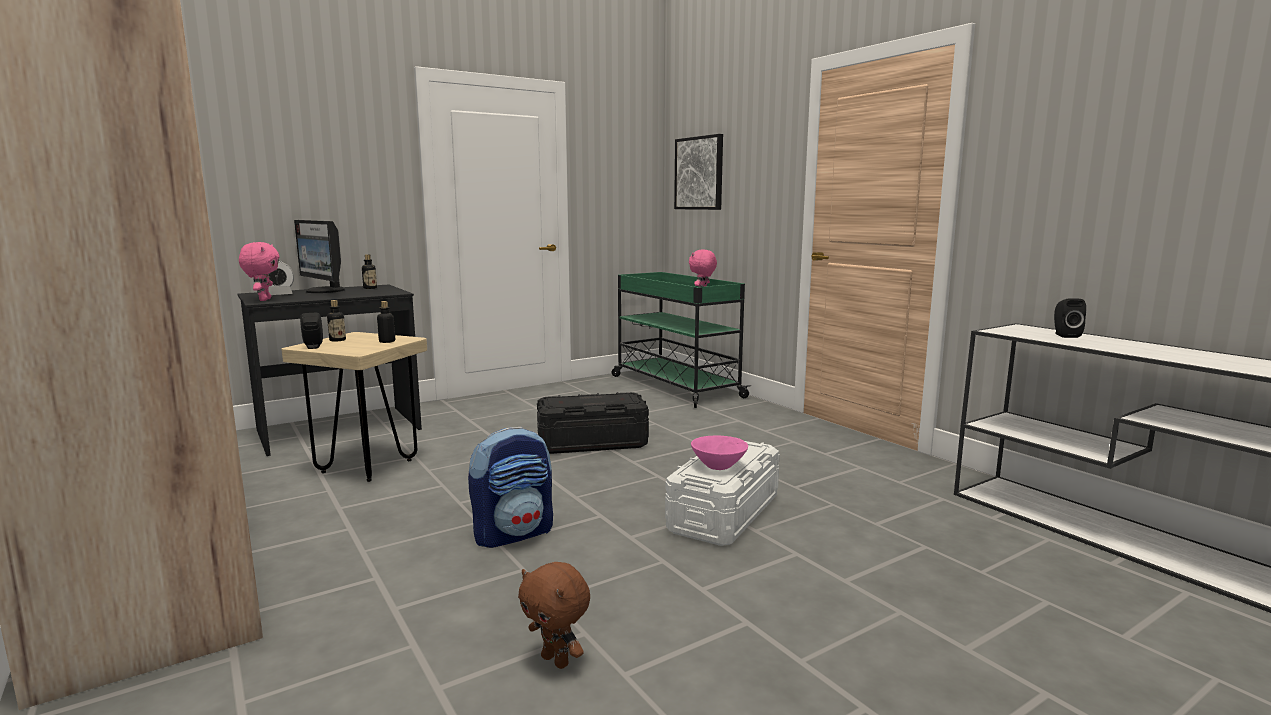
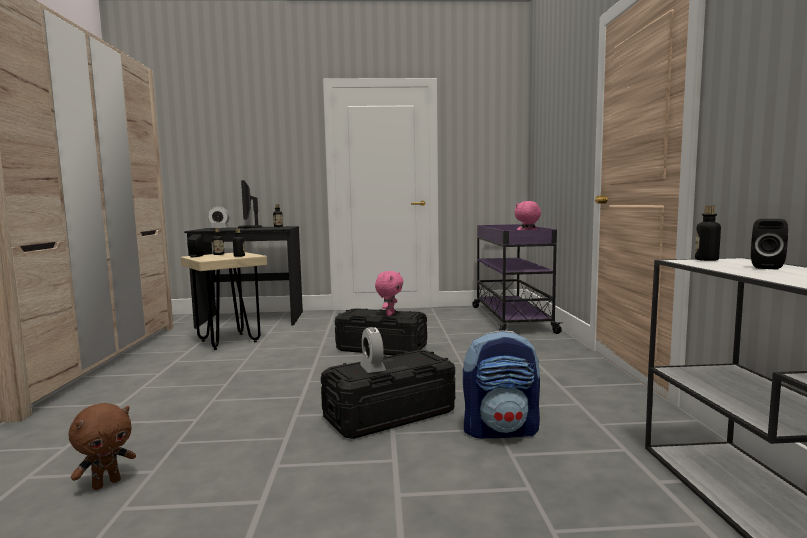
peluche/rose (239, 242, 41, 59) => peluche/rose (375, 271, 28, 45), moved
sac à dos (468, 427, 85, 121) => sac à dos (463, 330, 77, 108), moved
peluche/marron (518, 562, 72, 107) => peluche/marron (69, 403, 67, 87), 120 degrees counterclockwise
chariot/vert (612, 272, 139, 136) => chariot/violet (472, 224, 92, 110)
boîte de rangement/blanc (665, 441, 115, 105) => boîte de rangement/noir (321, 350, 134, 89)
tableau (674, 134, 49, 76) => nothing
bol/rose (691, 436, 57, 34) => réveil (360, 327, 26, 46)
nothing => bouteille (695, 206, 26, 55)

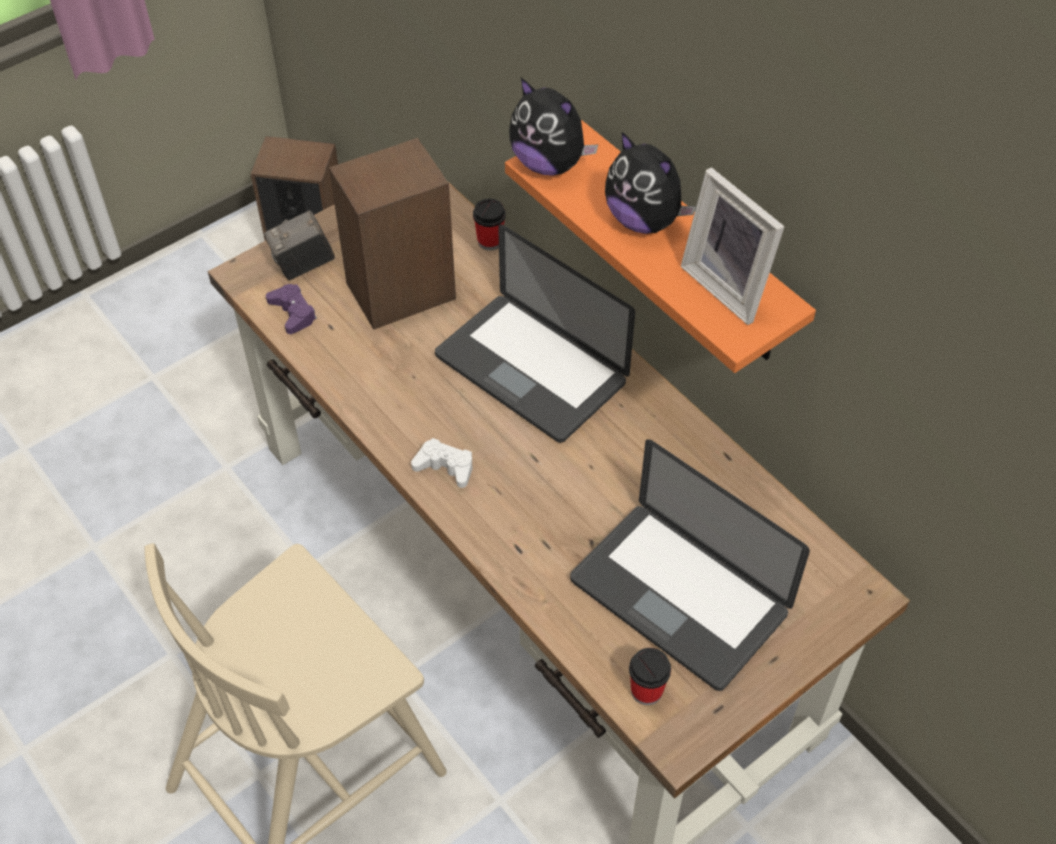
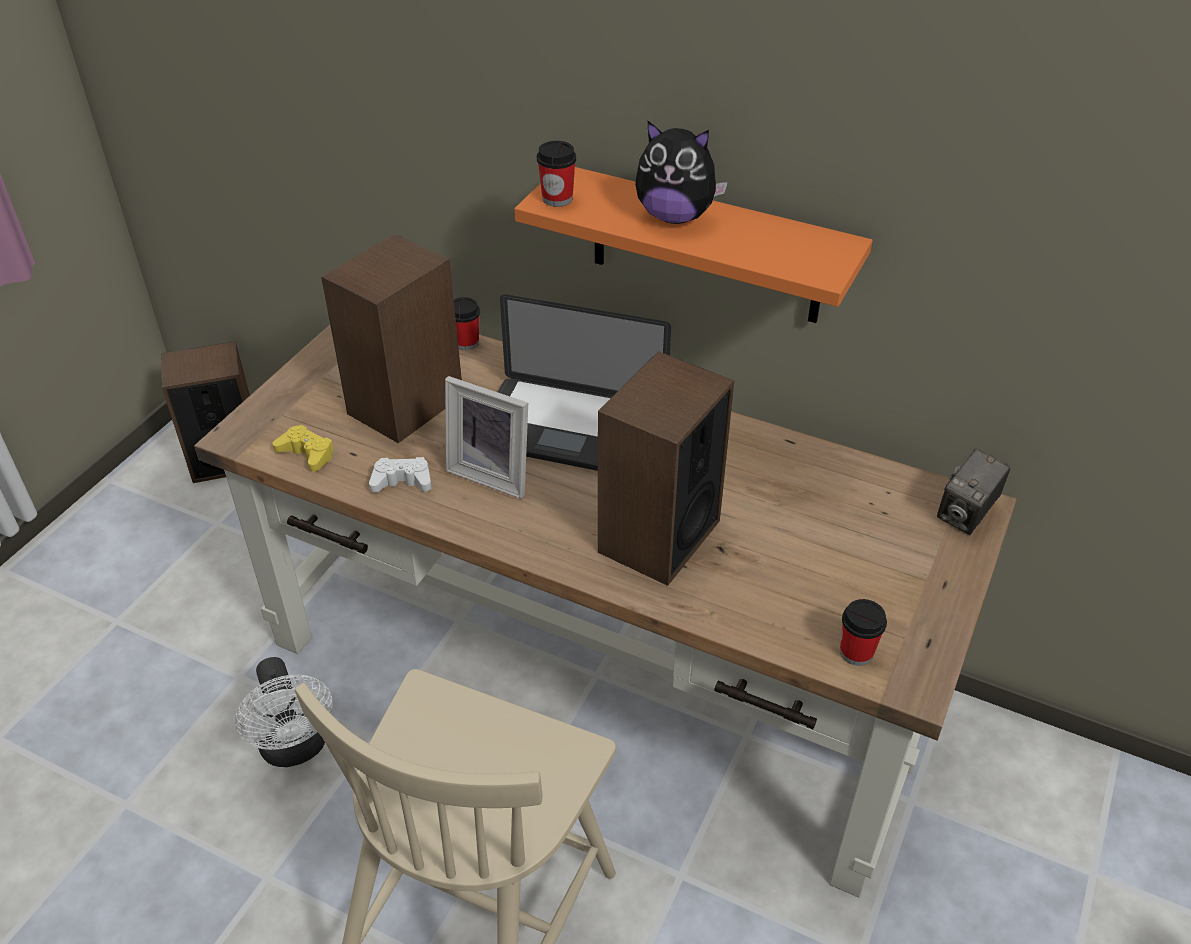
appareil photo (264, 210, 71, 70) => appareil photo (937, 448, 73, 87), moved
manette/violet (266, 284, 51, 50) => manette/jaune (273, 425, 62, 46)
manette/blanc (411, 438, 62, 50) => manette/blanc (369, 457, 63, 36), moved
peluche (509, 78, 89, 98) => tasse (537, 141, 39, 66)
ordinateur portable (570, 439, 240, 252) => nothing
cadre photo (681, 167, 103, 158) => cadre photo (445, 376, 83, 123), moved
nothing => ventilateur/blanc (235, 657, 98, 110)
nothing => enceinte (598, 351, 136, 235)

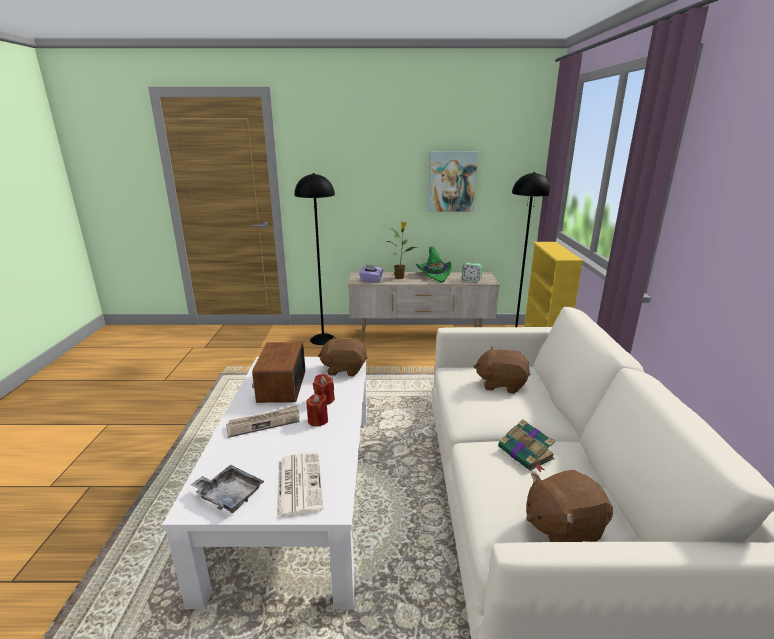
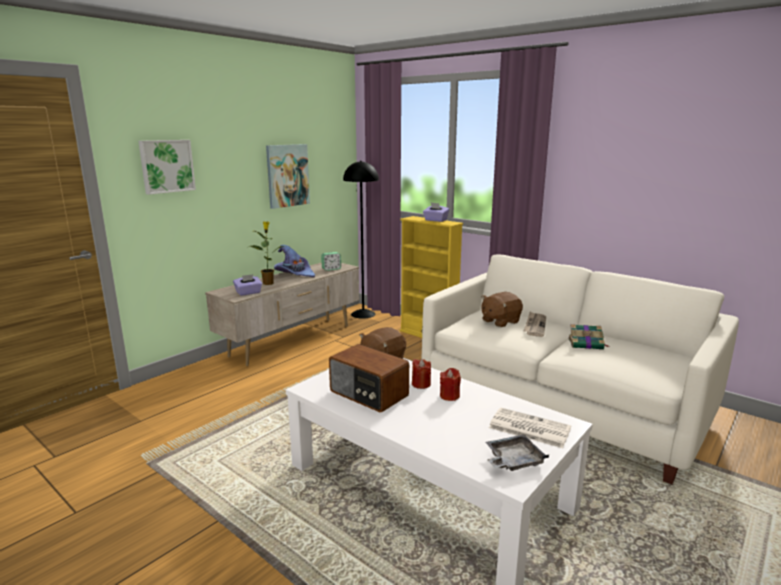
journal (226, 405, 74, 33) => journal (524, 312, 22, 25), moved
lampadaire/noir (294, 173, 42, 172) => nothing
chapeau/vert (416, 246, 36, 37) => chapeau/violet (274, 245, 41, 32)
peluche/marron (526, 470, 87, 72) => nothing
nothing => tableau (138, 140, 58, 55)
nothing => boîte à mouchoirs/violet (423, 203, 26, 19)

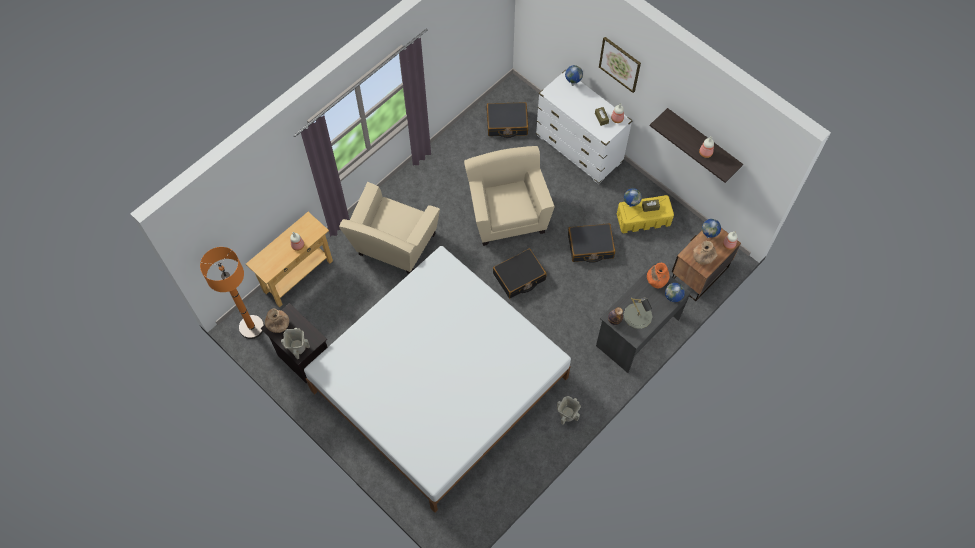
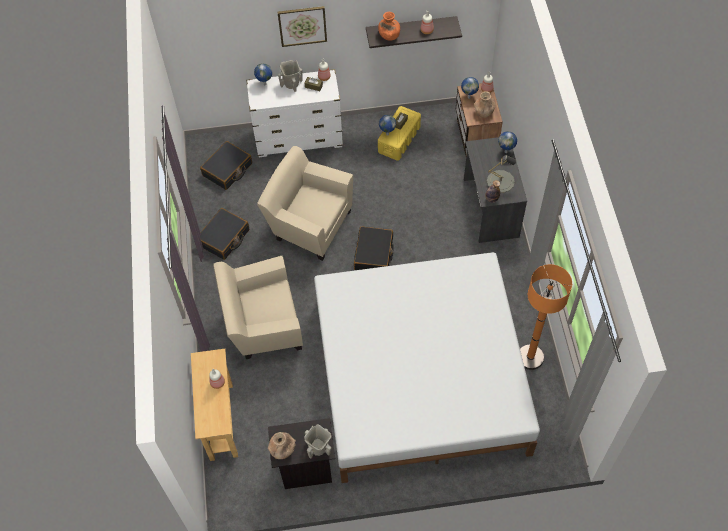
lampadaire/orange (200, 247, 64, 92) => lampadaire/orange (520, 264, 52, 106), moved
fauteuil/beige (339, 182, 101, 92) => fauteuil/beige (213, 256, 90, 103), 105 degrees clockwise
vase/beige (557, 396, 24, 29) => vase/beige (278, 60, 25, 32), moved
valise/noir (568, 223, 47, 40) => valise/noir (200, 208, 49, 52), moved
vase/orange (647, 263, 23, 25) => vase/orange (378, 12, 22, 29), moved

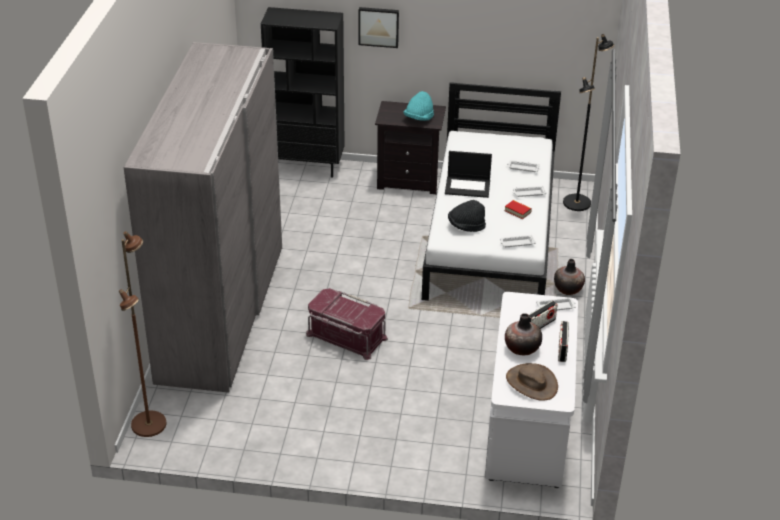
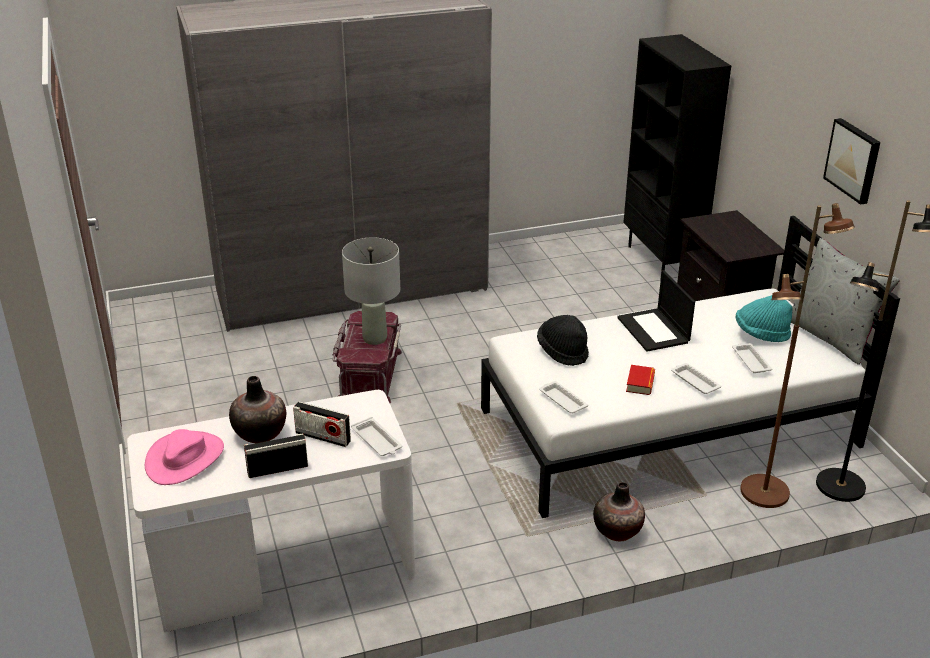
lampadaire/marron (119, 231, 47, 206) => lampadaire/marron (740, 203, 115, 305), moved
tableau (359, 7, 40, 41) => tableau (823, 118, 57, 87), moved
chapeau/turquoise (404, 91, 30, 30) => chapeau/turquoise (736, 295, 56, 47), moved
chapeau/marron (506, 363, 52, 37) => chapeau/rose (145, 429, 79, 56)
nothing => lampe de table/gris (342, 237, 58, 108)
nothing => coussin/gris (791, 238, 109, 127)

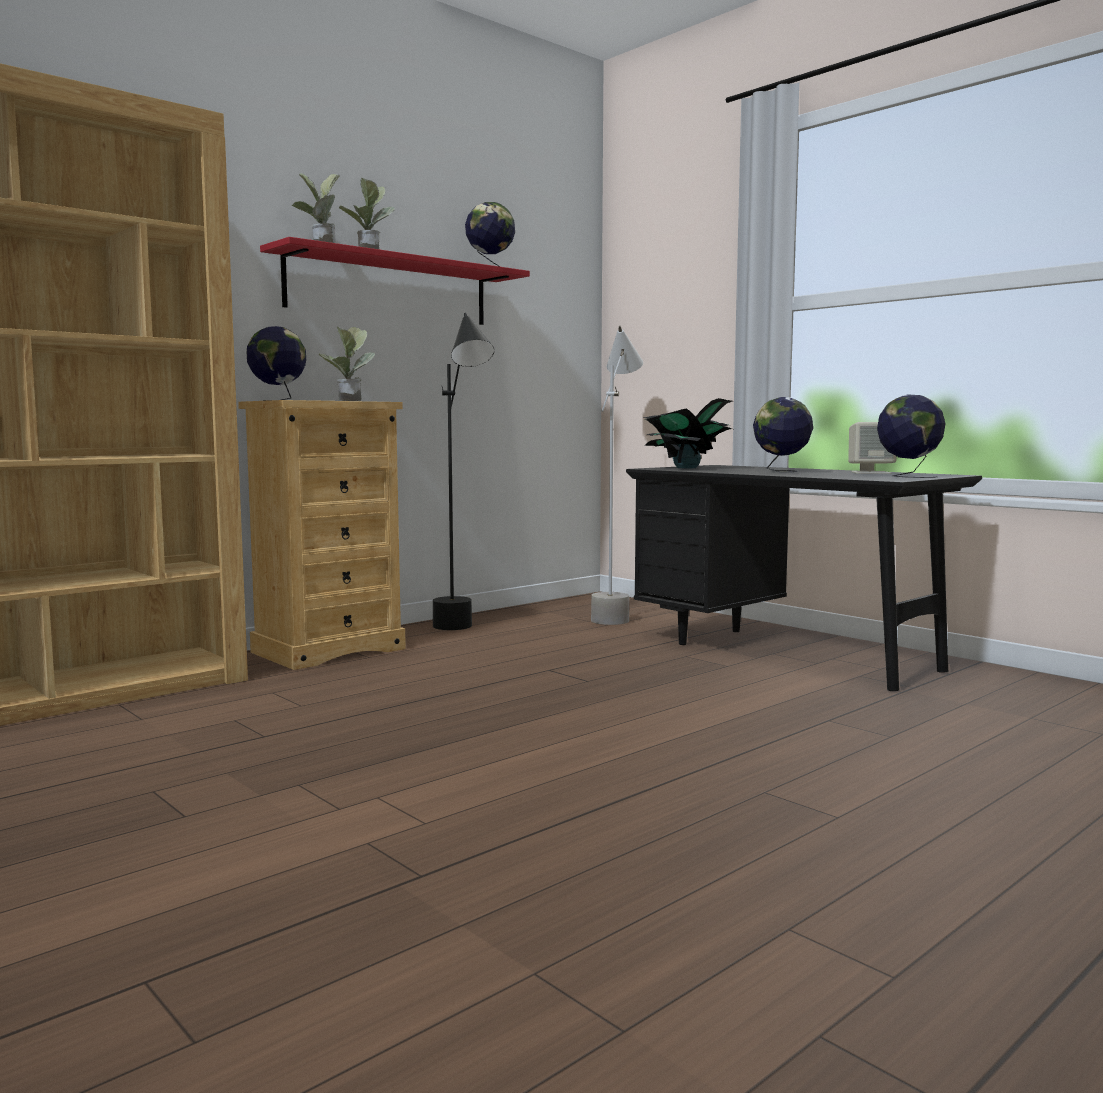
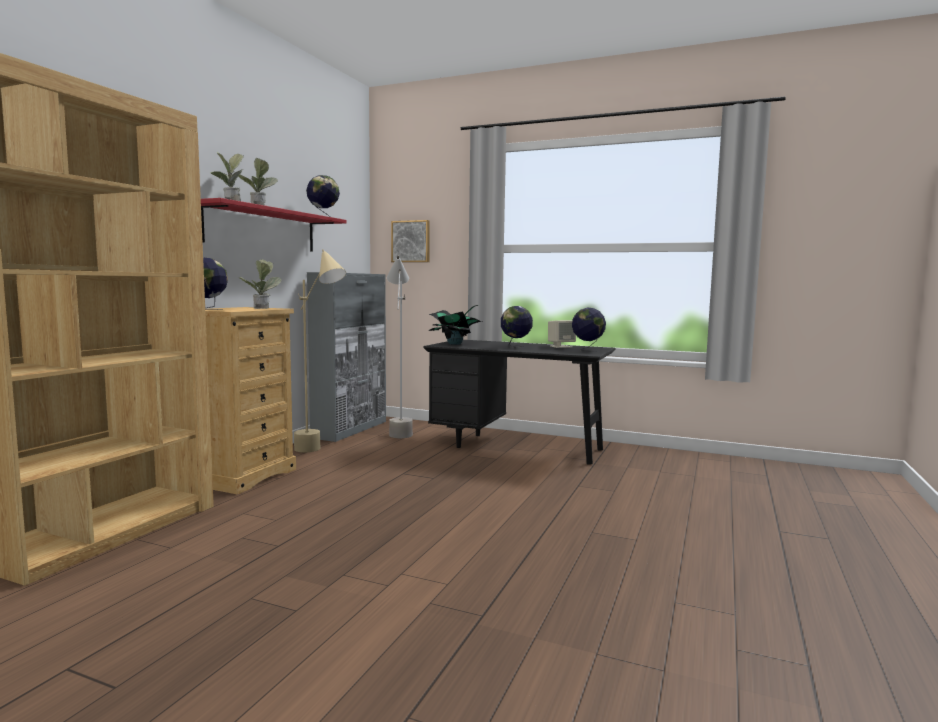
lampadaire/noir (433, 313, 61, 317) => lampadaire/beige (294, 249, 52, 203)
nothing => meuble de rangement/gris (307, 272, 79, 170)
nothing => tableau (391, 220, 39, 42)

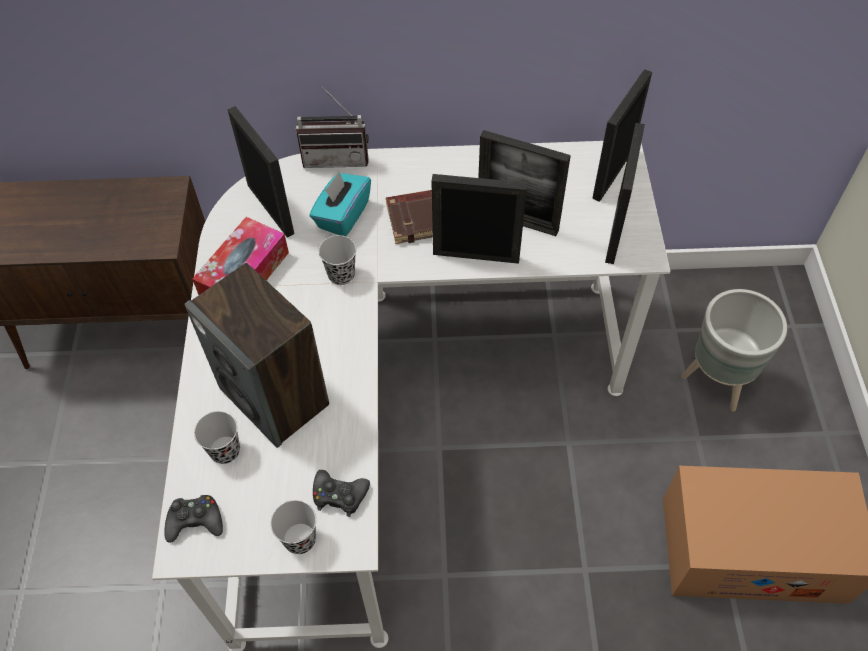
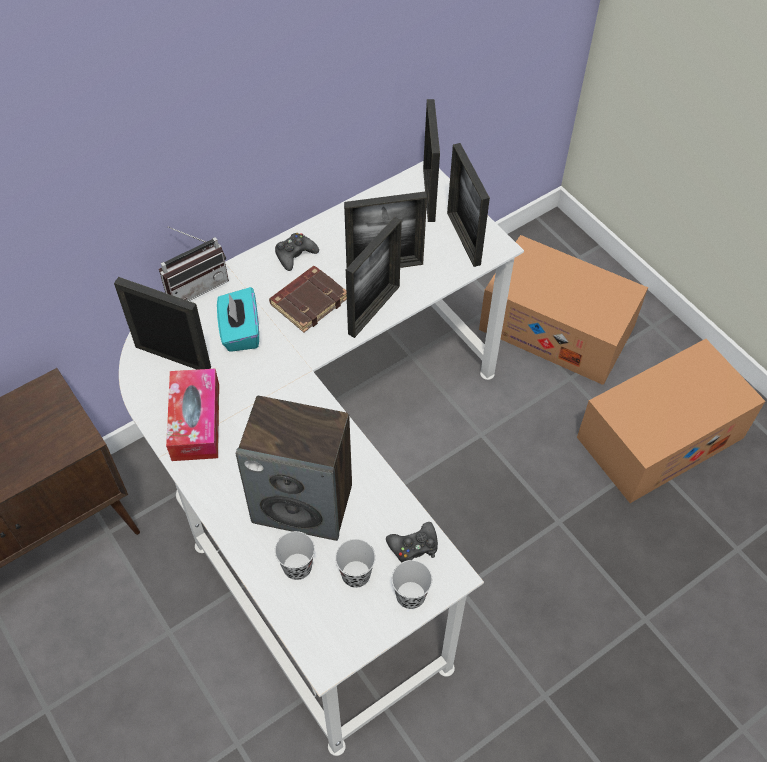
manette/noir (164, 495, 59, 48) => manette/noir (275, 233, 44, 38), moved
tasse/noir (319, 235, 37, 50) => tasse/noir (335, 539, 41, 49), moved
cadre photo (431, 174, 96, 90) => cadre photo (346, 217, 56, 121), 150 degrees clockwise
cache-pot/gris (681, 289, 106, 123) => carton (479, 235, 169, 150)

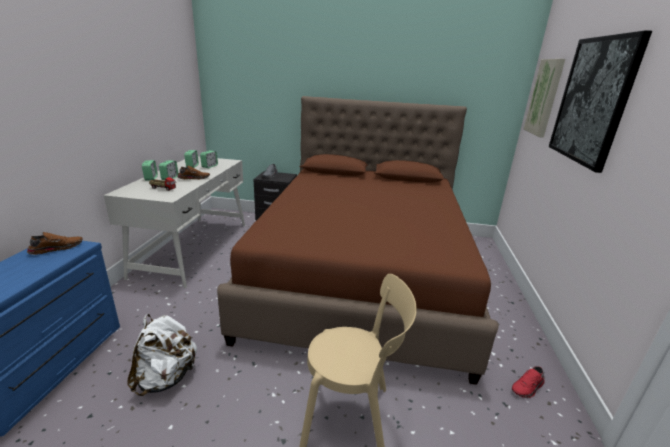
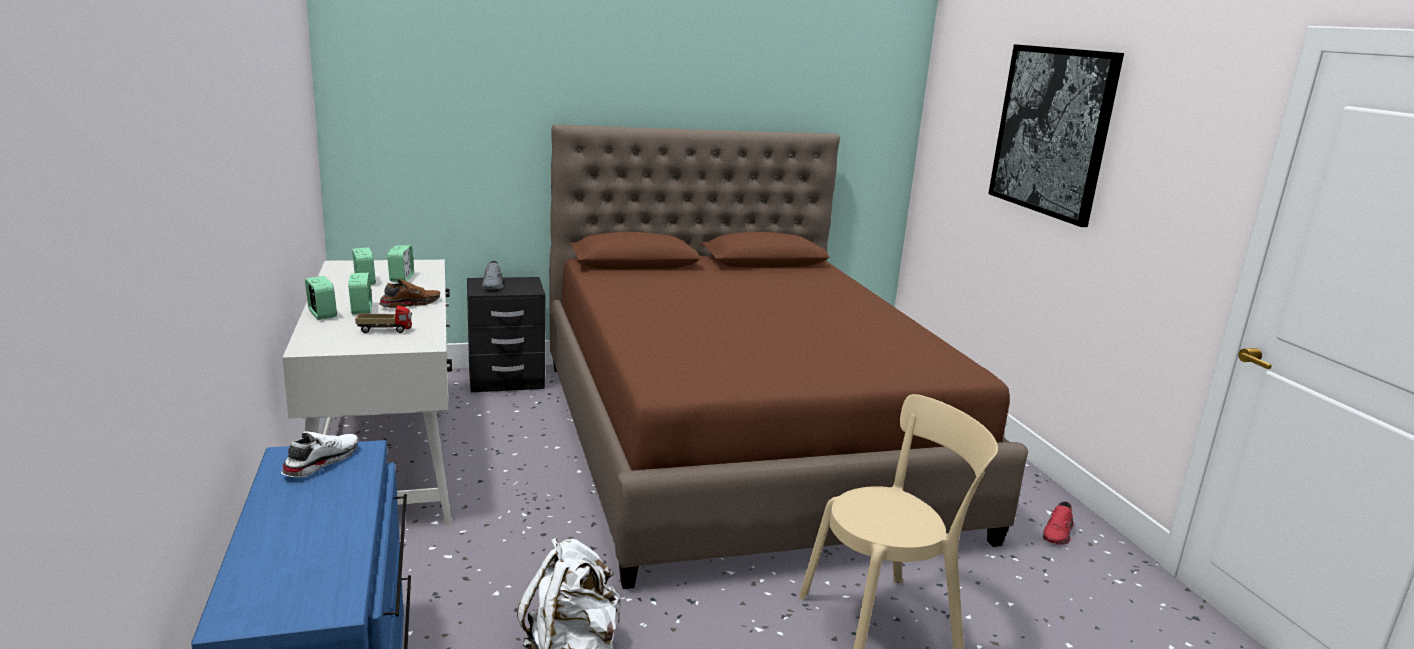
chaussure/marron (27, 232, 56, 23) => chaussure/blanc (281, 432, 77, 45)
tableau (524, 59, 41, 79) => nothing

